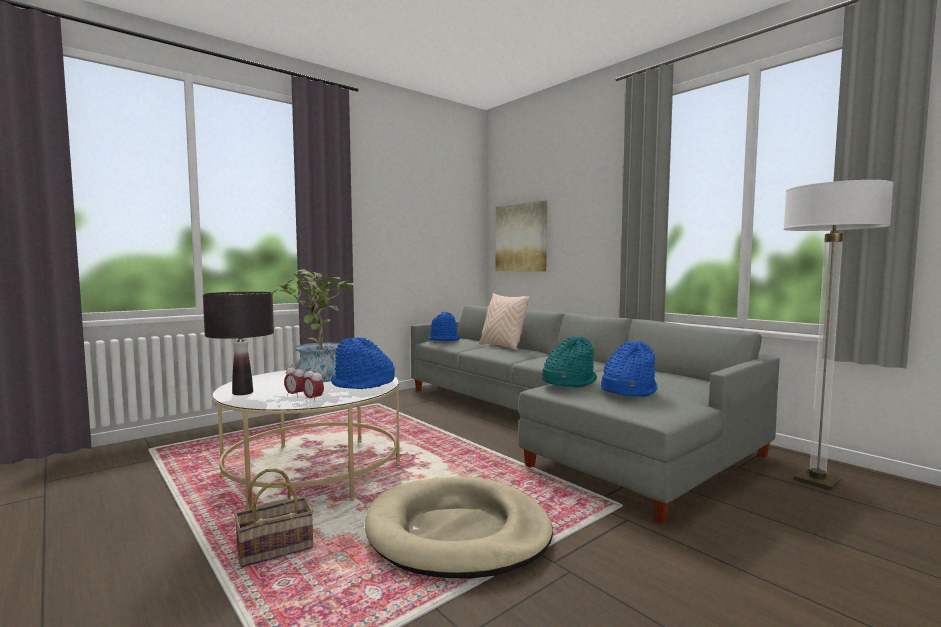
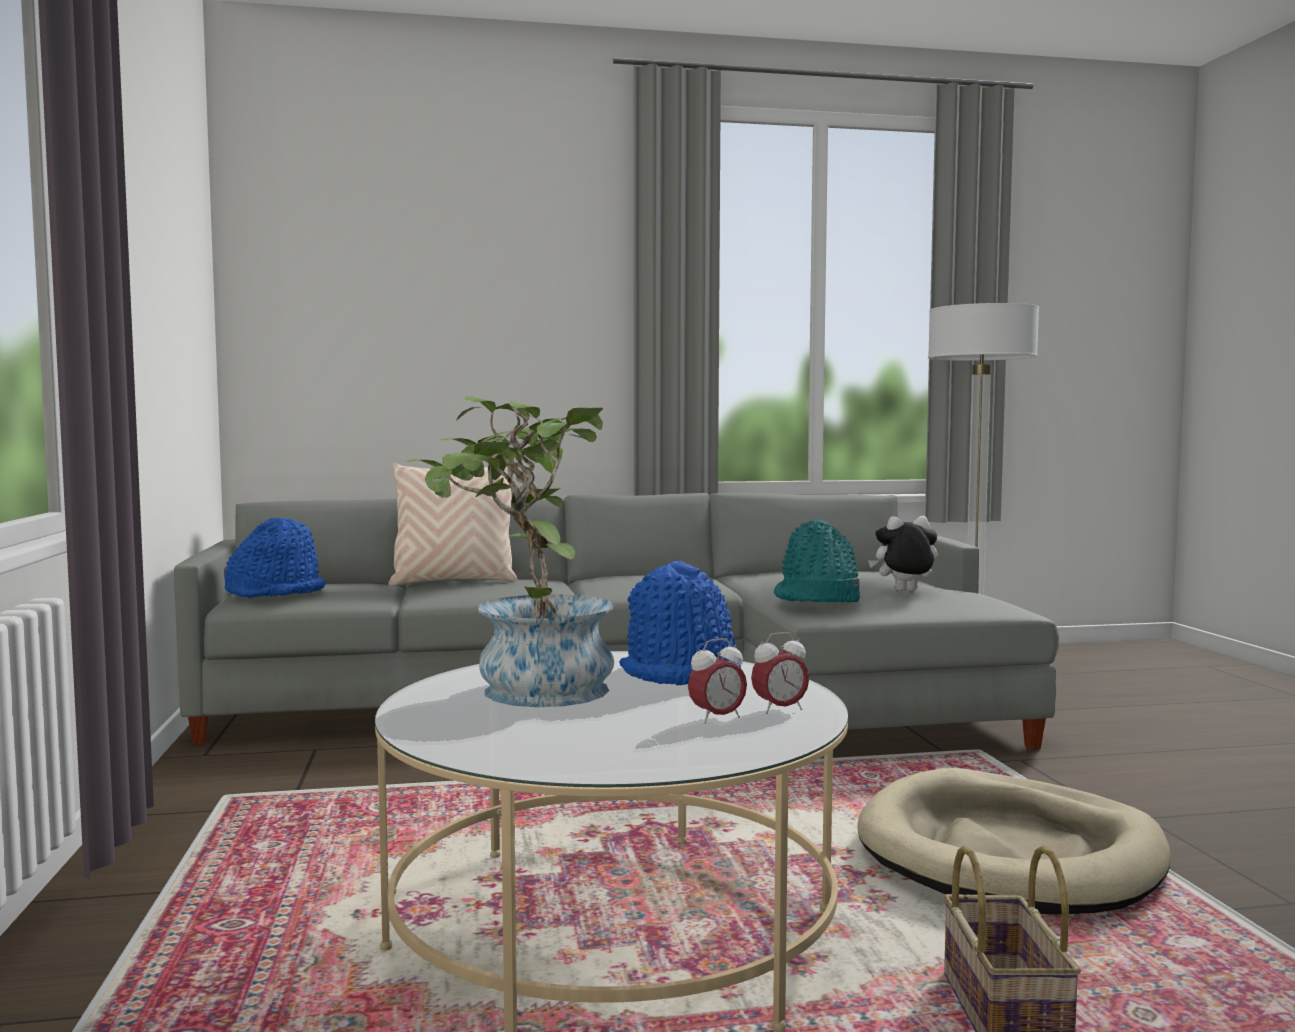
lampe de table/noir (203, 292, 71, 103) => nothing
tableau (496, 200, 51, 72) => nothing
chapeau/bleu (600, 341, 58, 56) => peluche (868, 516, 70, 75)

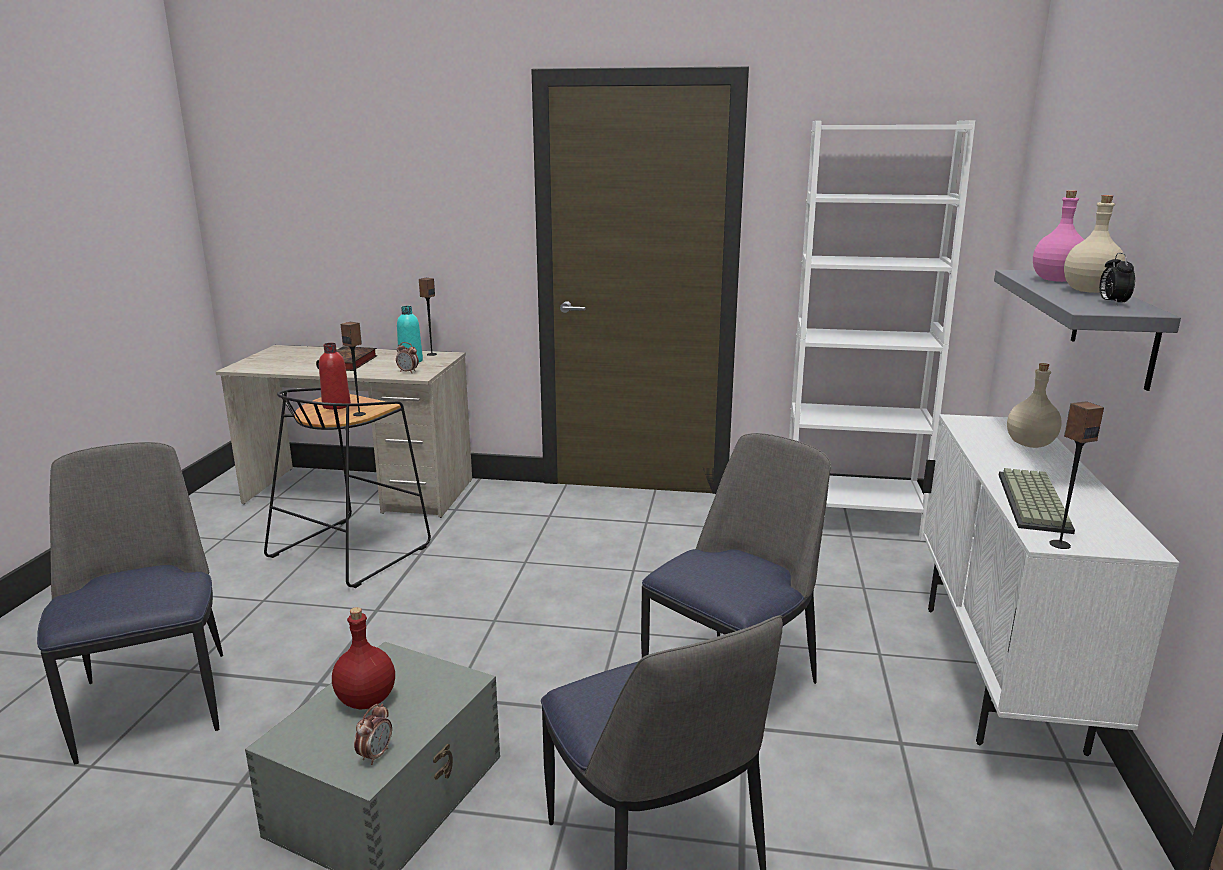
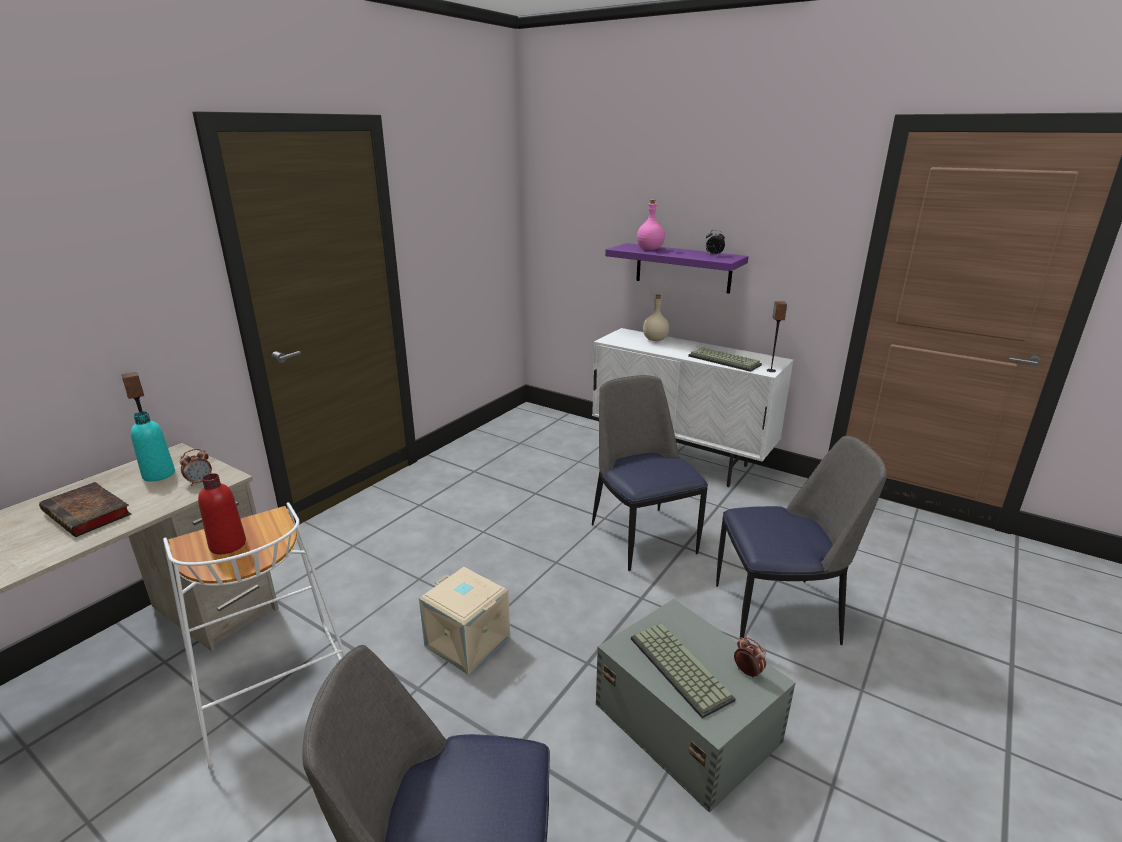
tabouret/noir (264, 388, 167, 200) => tabouret/blanc (163, 502, 183, 267)
bouteille/rouge (332, 607, 63, 102) => clavier (631, 623, 105, 95)
enceinte (341, 322, 25, 94) => nothing
bibliothèque/blanc (789, 121, 186, 420) => nothing
étagère/gris (994, 270, 187, 121) => étagère/violet (605, 243, 144, 51)
bouteille/beige (1064, 195, 61, 98) => nothing
nothing => boîte de rangement/beige (419, 567, 91, 108)

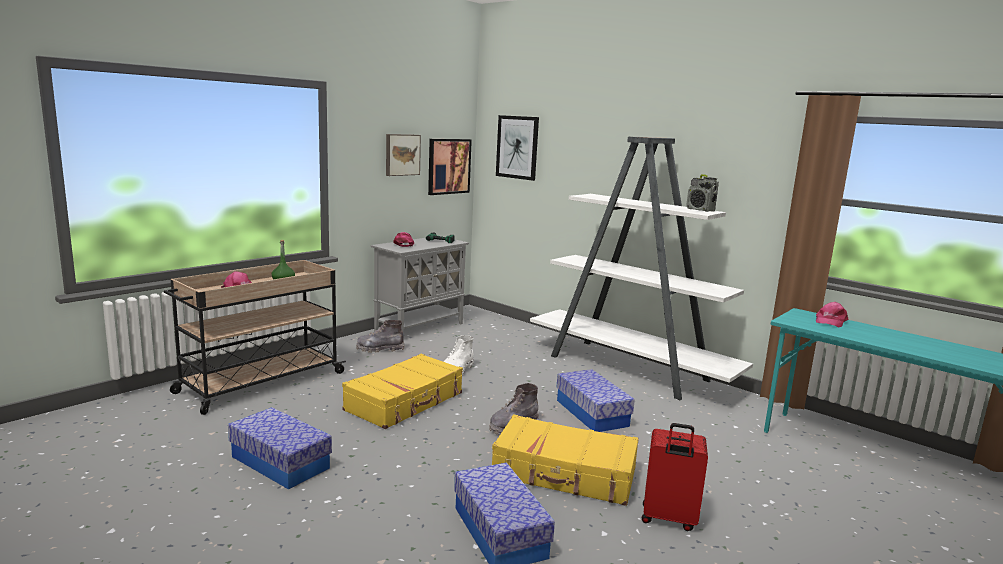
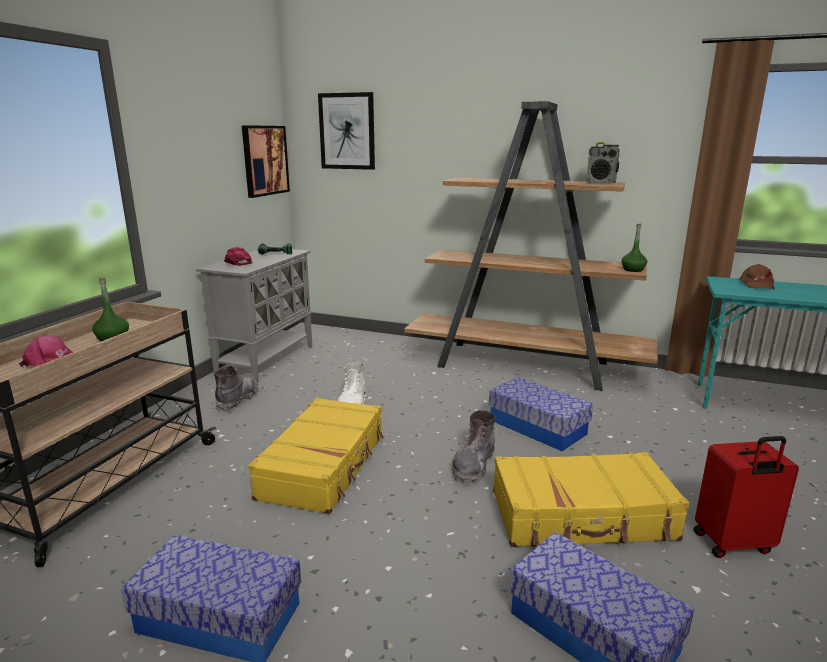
botte/gris (356, 320, 48, 33) => botte/gris (214, 366, 45, 45), 135 degrees clockwise
tableau (386, 134, 35, 42) => nothing
bibliothèque/blanc (530, 137, 223, 263) => bibliothèque/marron (404, 101, 254, 290)
casquette/rose (816, 302, 33, 25) => casquette/marron (740, 264, 35, 26)
nothing => bouteille/vert (621, 224, 26, 48)

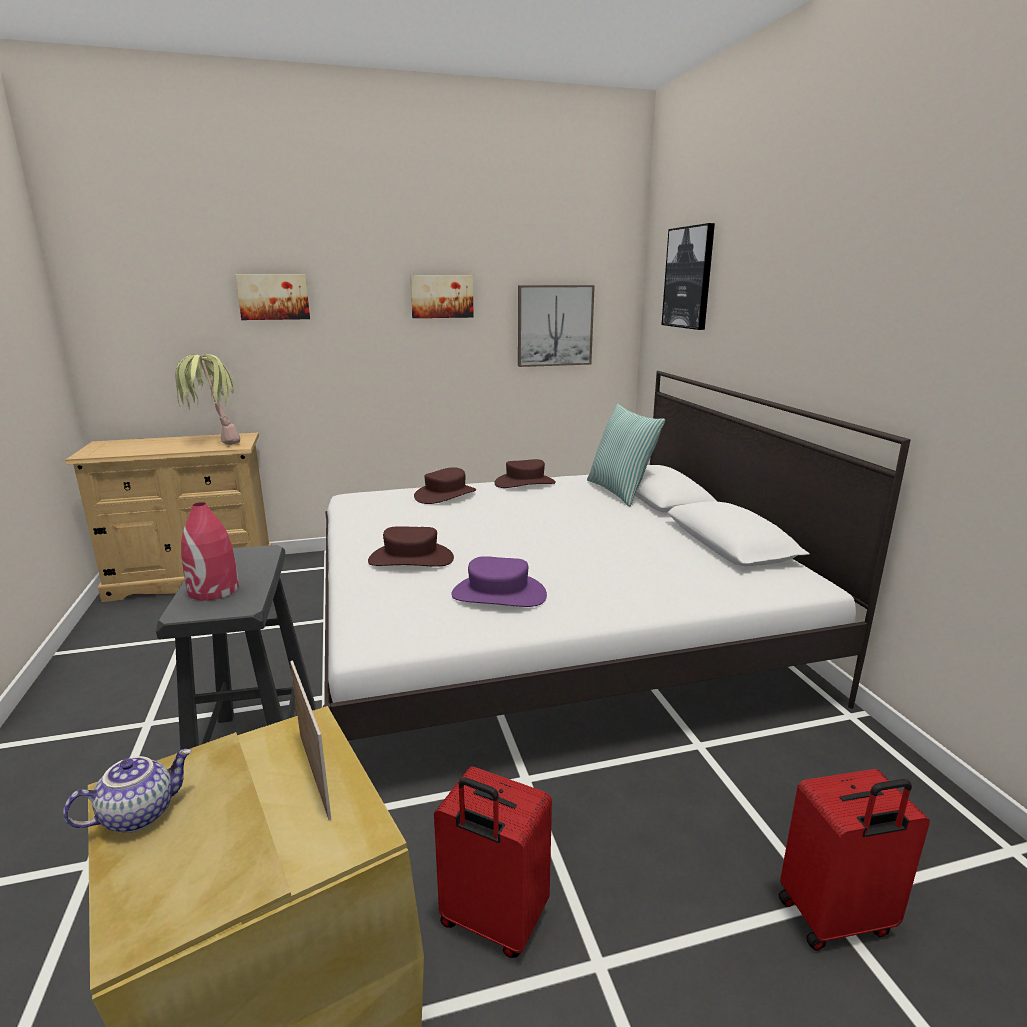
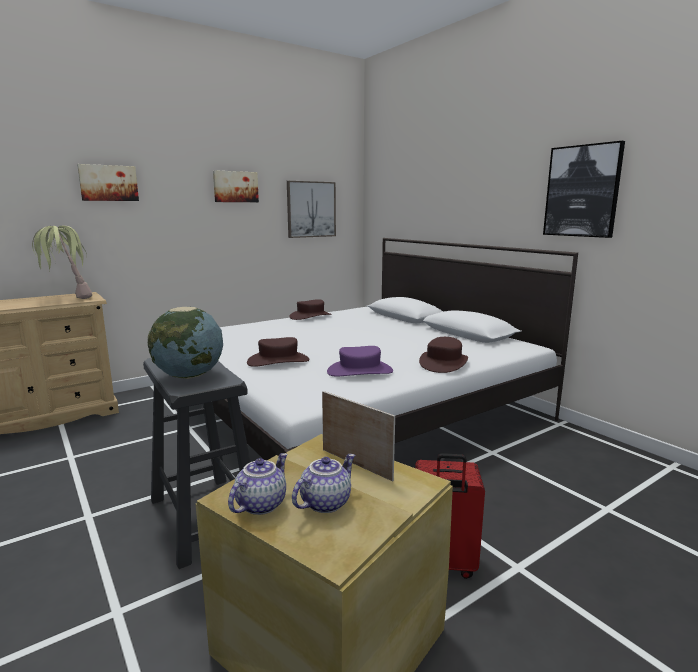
vase/rouge (181, 502, 58, 99) => globe (148, 307, 75, 72)
chapeau/marron (414, 467, 62, 37) => chapeau/marron (419, 337, 49, 36), moved
coussin (587, 404, 78, 103) => nothing
tableau (662, 223, 53, 107) => tableau (543, 141, 82, 97), moved
valise/rouge (779, 769, 151, 182) => nothing
nothing => théière (292, 454, 63, 59)

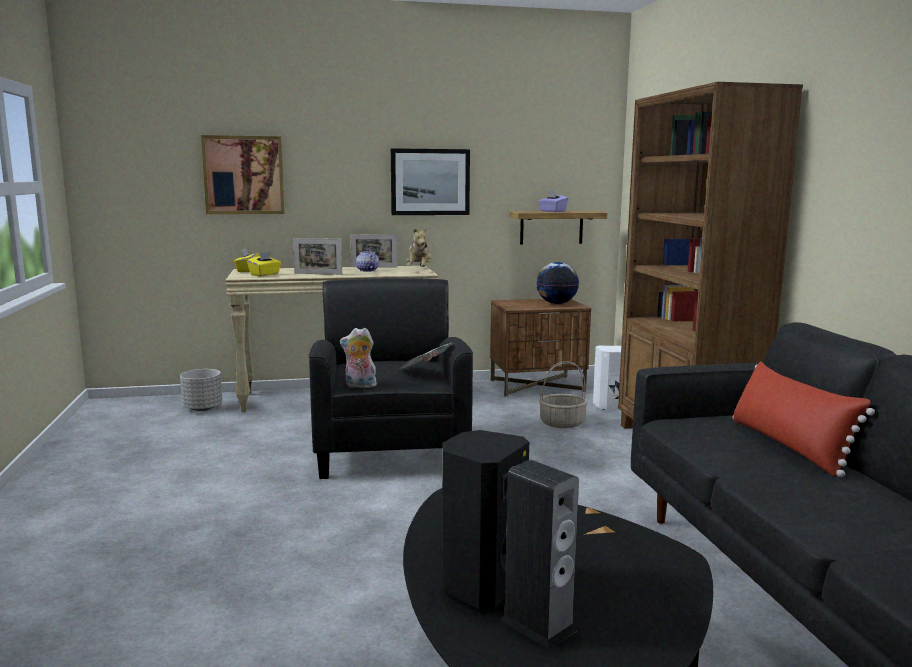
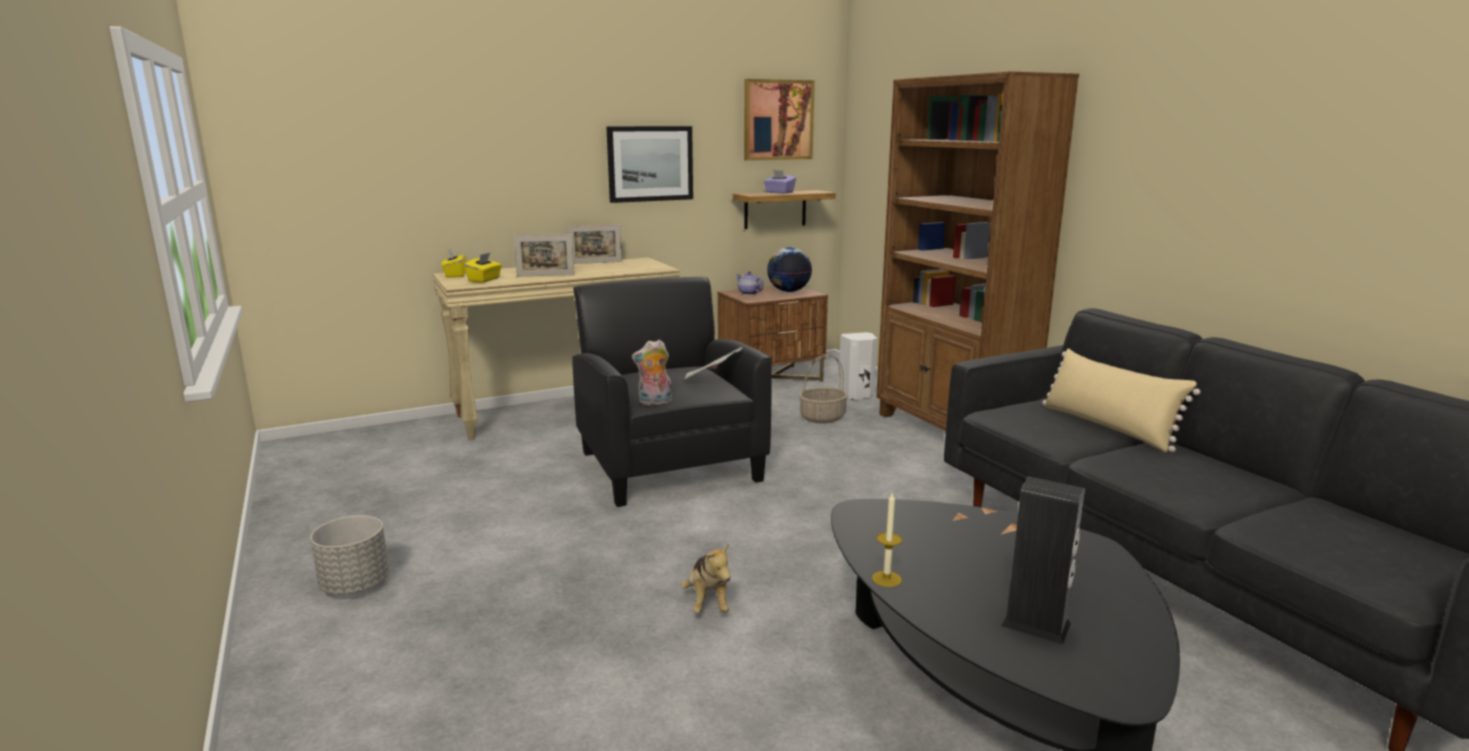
cache-pot/gris (180, 369, 42, 42) => cache-pot/gris (310, 515, 79, 80), moved
tableau (201, 135, 84, 79) => tableau (744, 79, 71, 82), moved
théière (356, 249, 23, 23) => théière (736, 271, 28, 24), moved
peluche (406, 227, 25, 40) => peluche (681, 543, 50, 70), moved
enceinte/noir (442, 430, 87, 180) => nothing
coussin/rouge (733, 361, 142, 116) => coussin/beige (1042, 349, 159, 103)
nothing => bougie (872, 493, 30, 94)

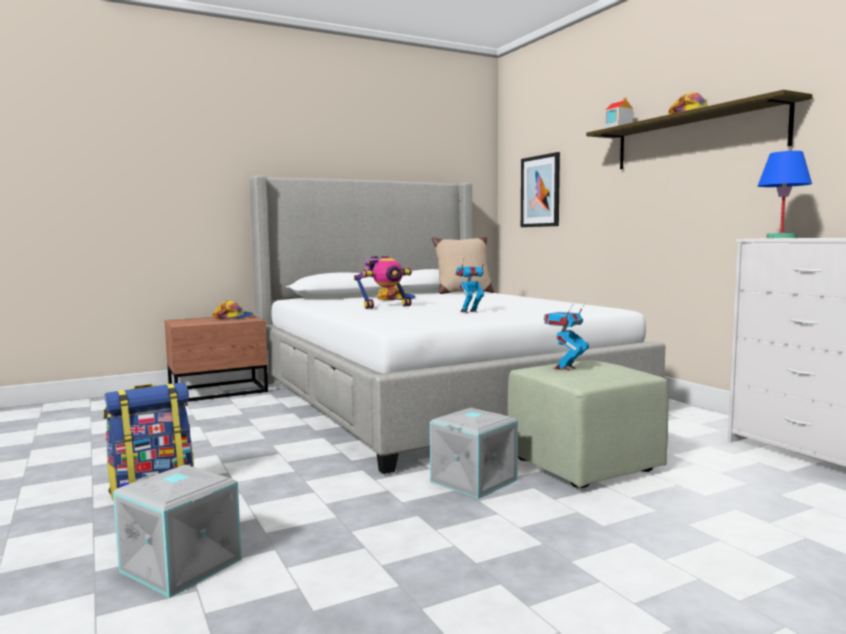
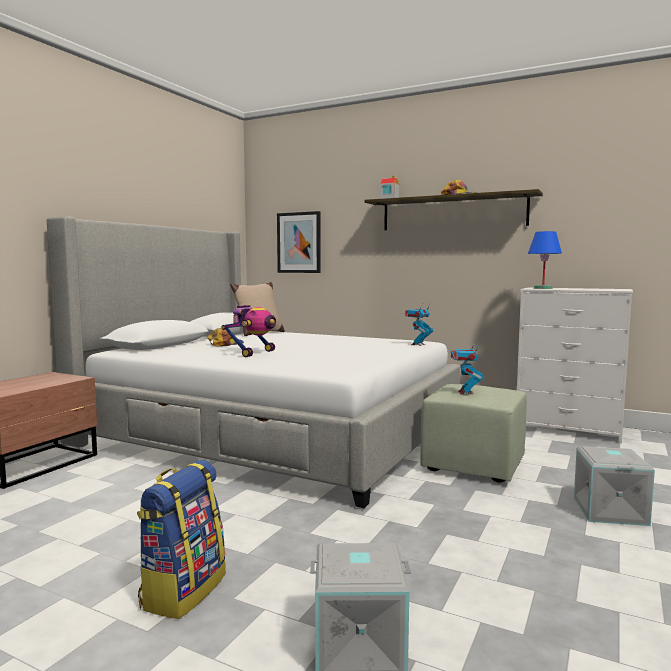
casquette (212, 300, 42, 19) => nothing
boîte de rangement/gris (430, 408, 88, 91) => boîte de rangement/gris (574, 446, 81, 80), moved
robot jouet (455, 258, 30, 55) => robot jouet (405, 303, 28, 43), moved

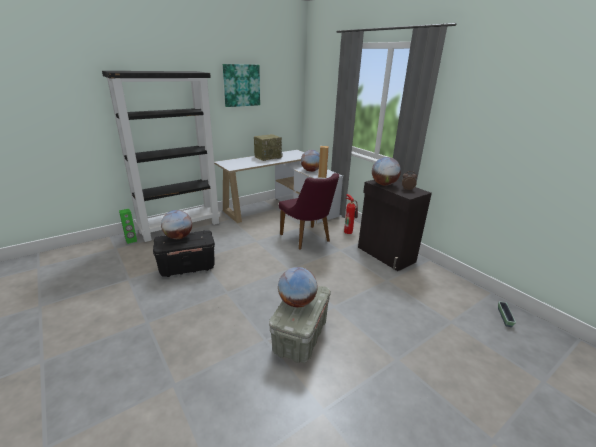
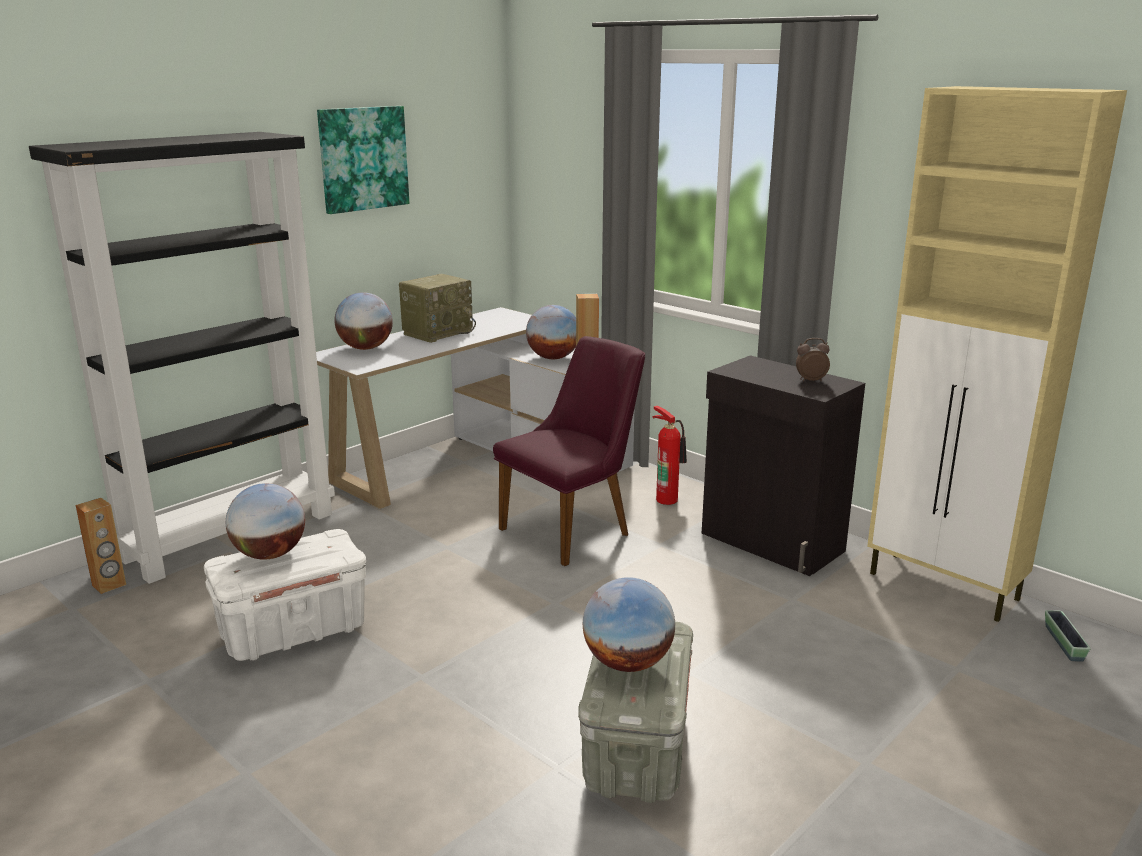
enceinte/vert (119, 209, 18, 35) => enceinte/marron (75, 498, 51, 96)
boîte de rangement/noir (153, 230, 62, 47) => boîte de rangement/blanc (204, 529, 162, 132)
chaise/violet (279, 173, 60, 77) => chaise/violet (493, 336, 152, 230), 90 degrees counterclockwise
globe (372, 157, 29, 29) => globe (335, 292, 58, 58), moved
nothing => meuble de rangement/beige (867, 86, 260, 536)

